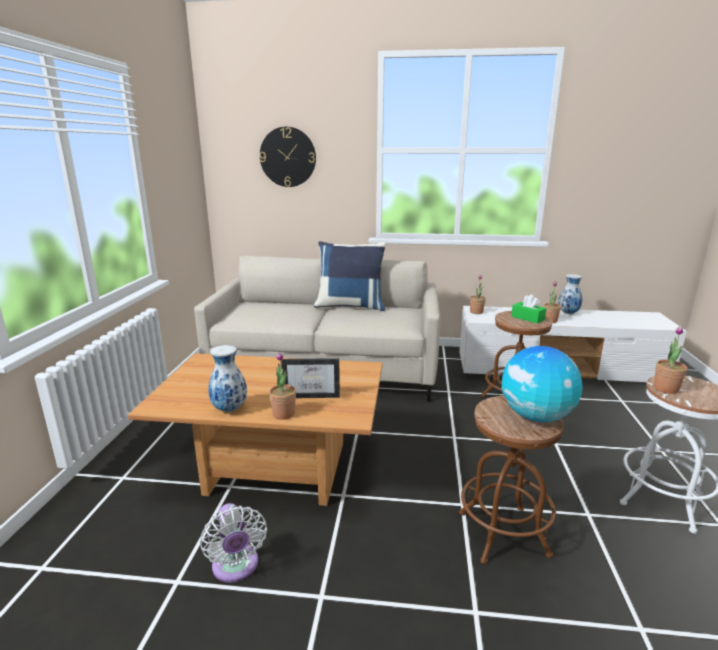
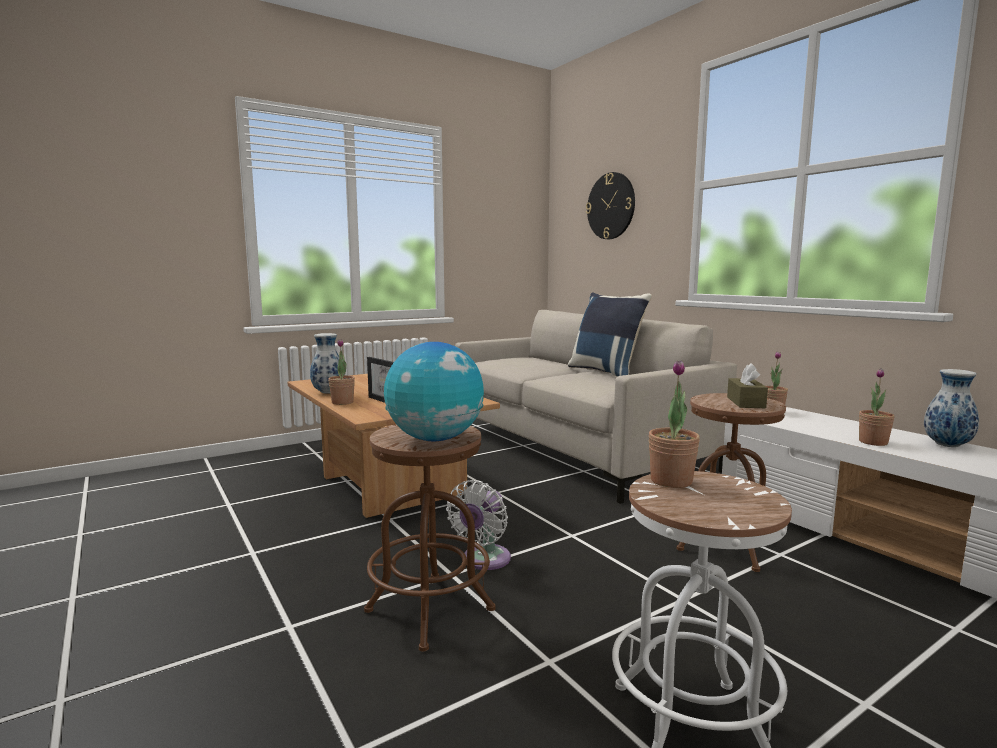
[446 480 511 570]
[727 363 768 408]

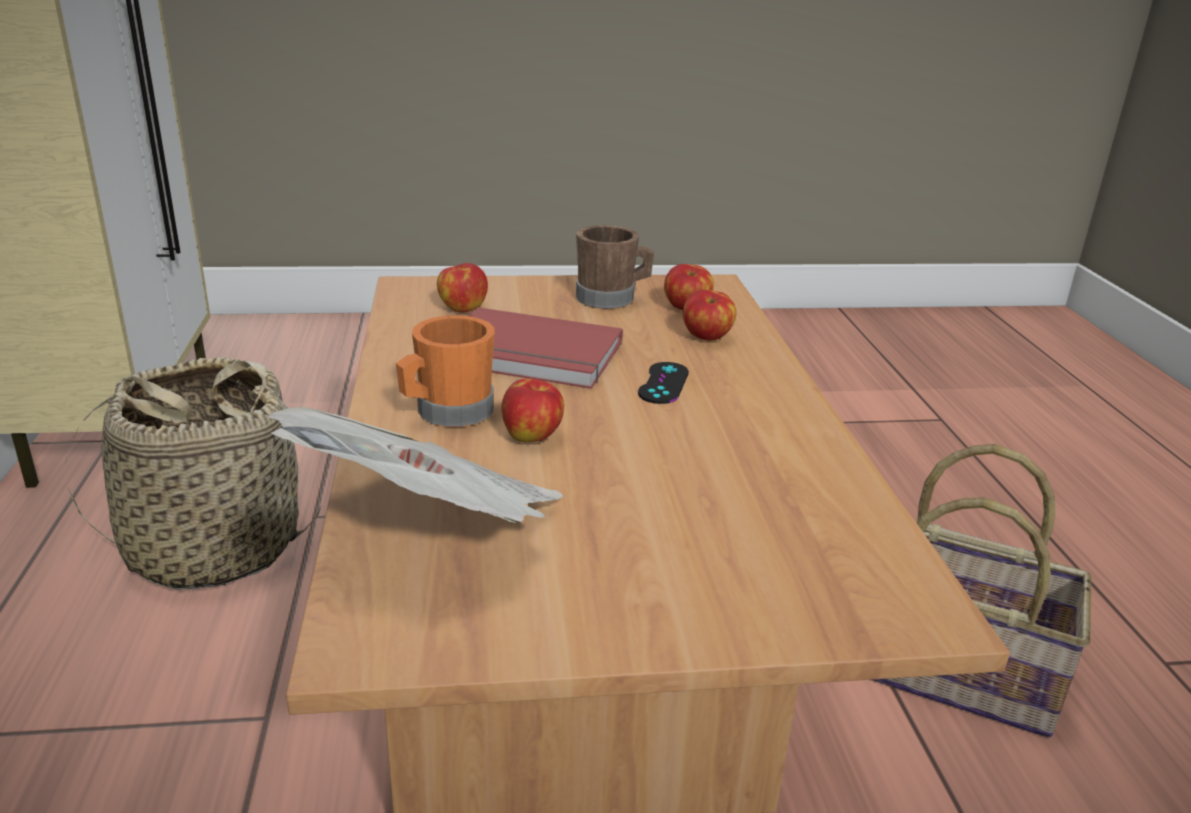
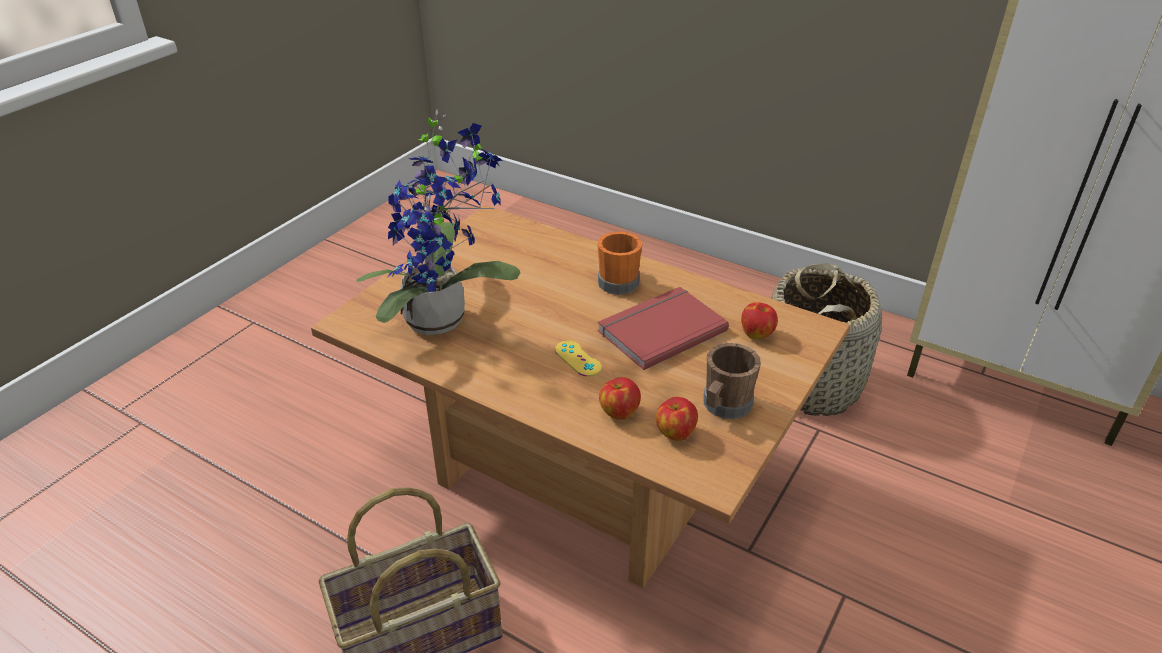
[268 407 563 523] (first image)
[501 379 564 442] (first image)
[357 110 520 335]
[555 341 602 377]

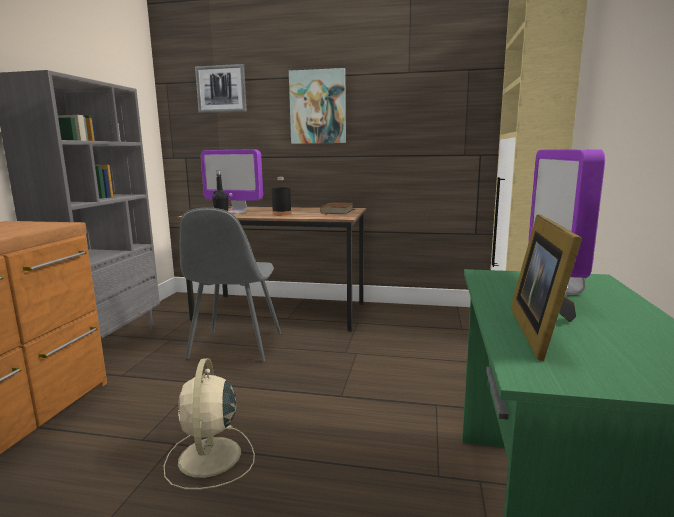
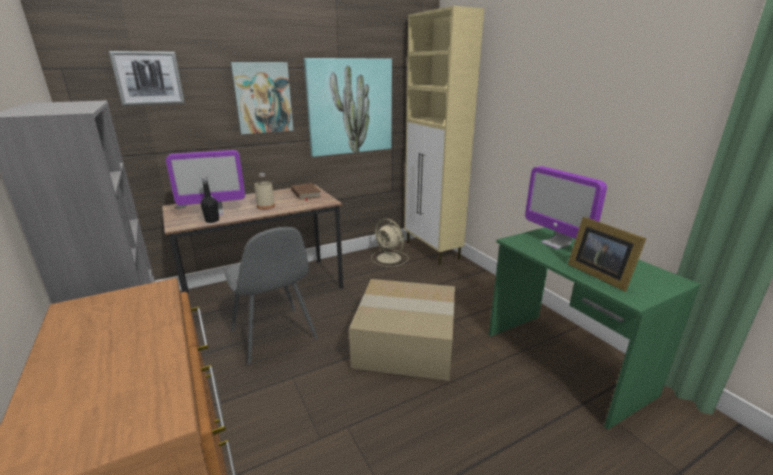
[304 58 392 157]
[349 279 455 381]
[371 219 409 267]
[254 173 275 210]

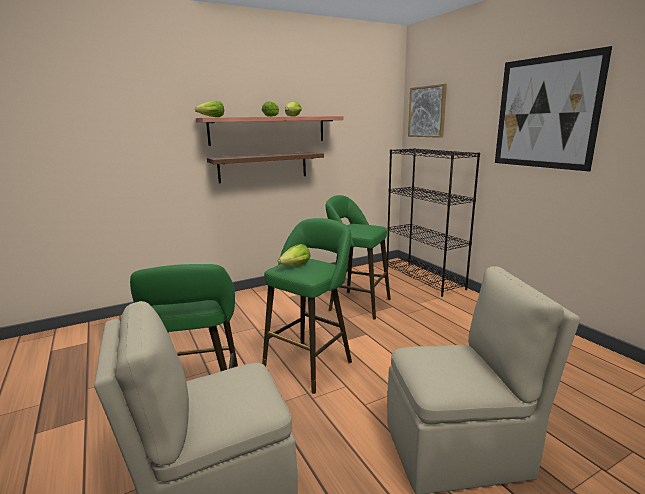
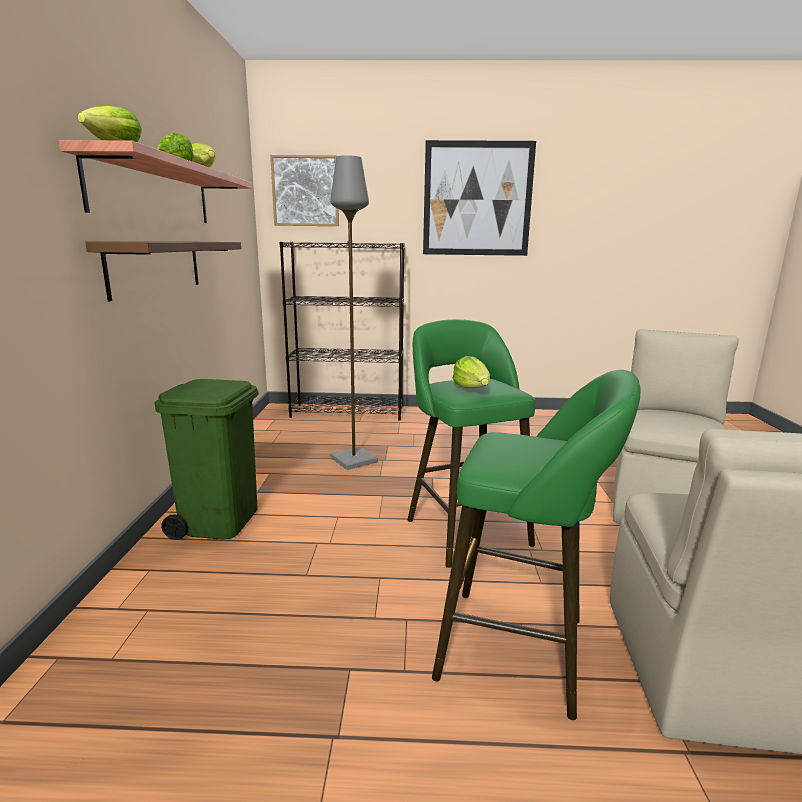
[154 379 258 540]
[330 155 378 470]

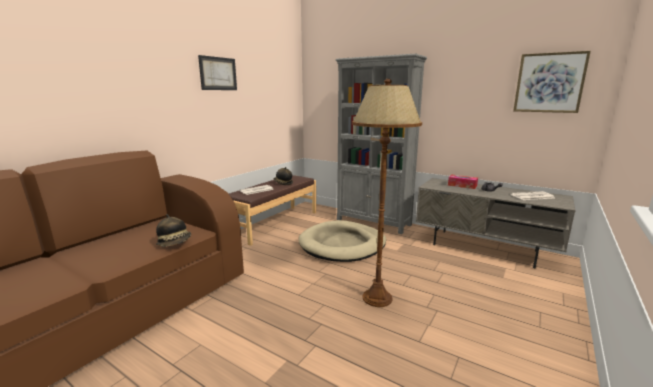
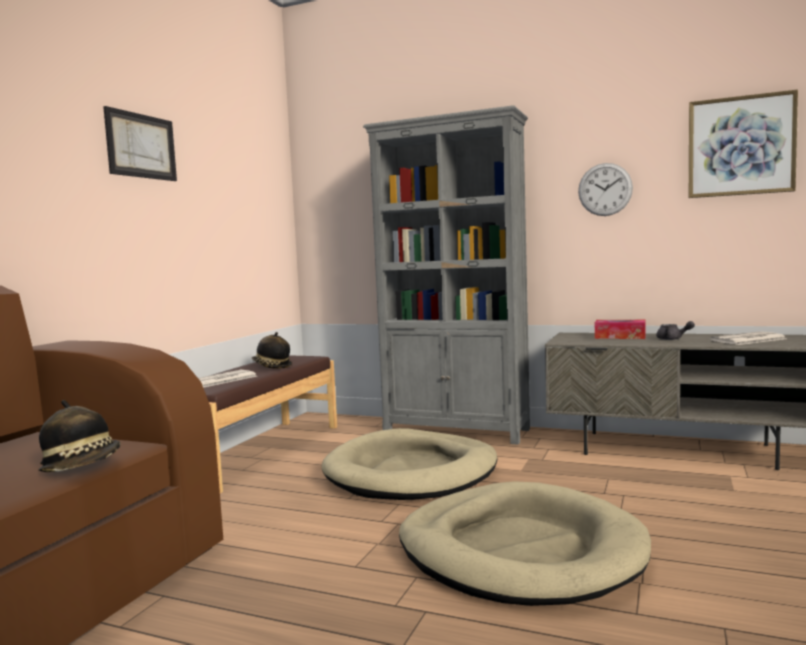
[578 163 633 216]
[399 481 651 606]

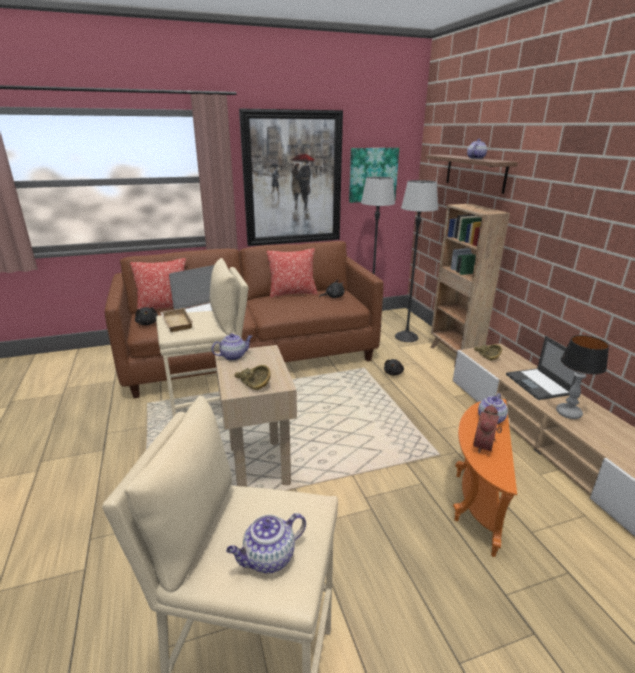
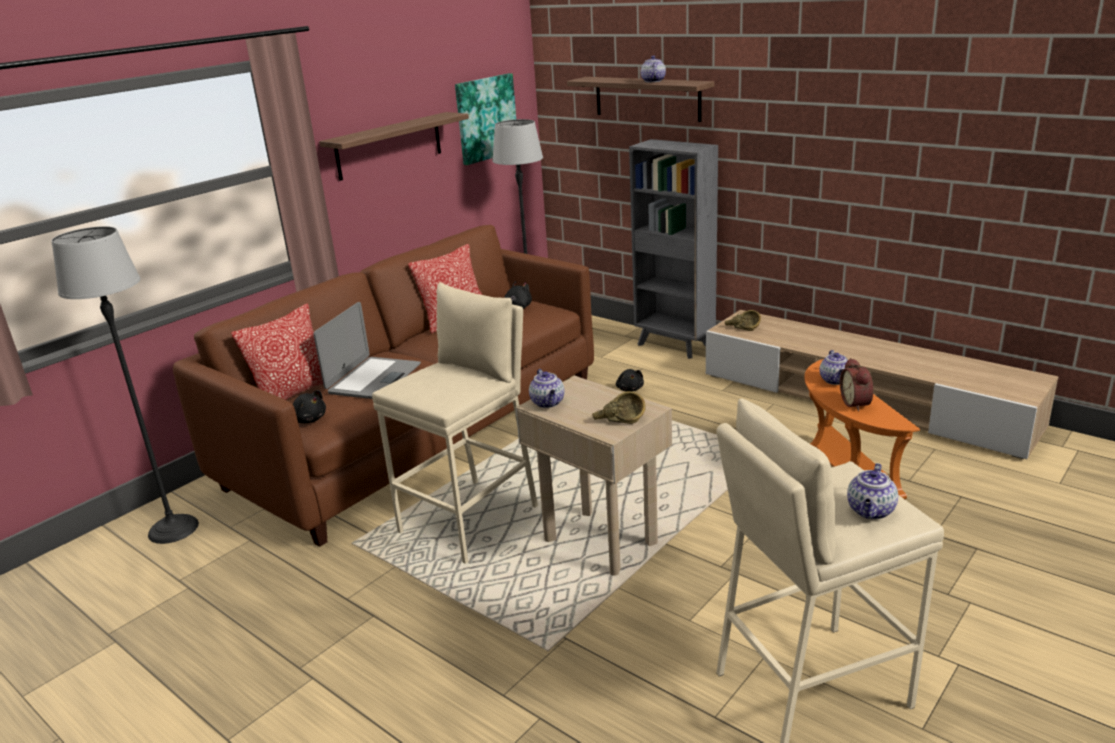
[160 308 193 332] (first image)
[506 336 576 400] (first image)
[556 335 609 419] (first image)
[52 226 199 544]
[319 112 469 181]
[629 139 718 359]
[529 369 565 408]

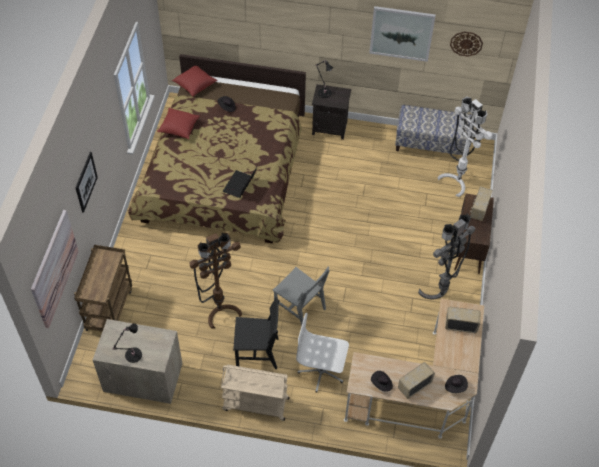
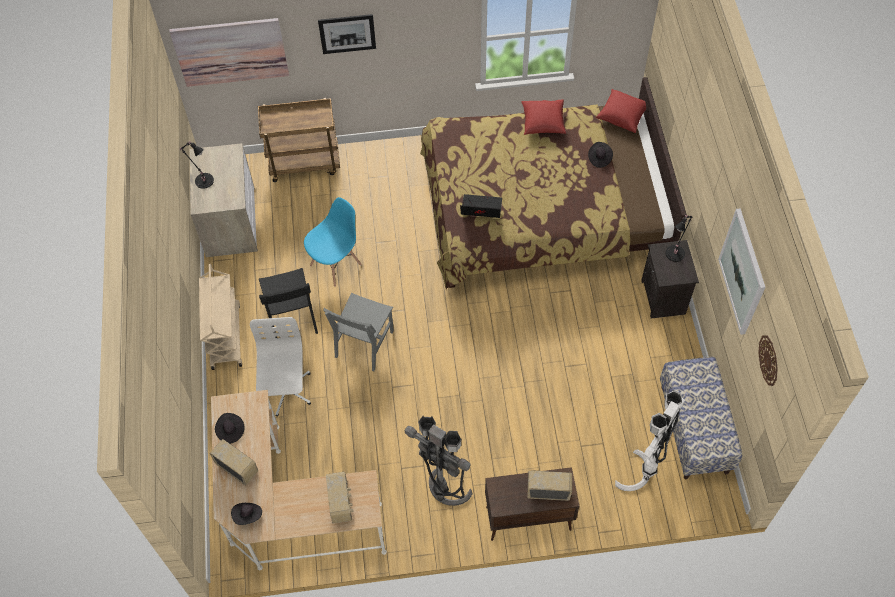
[304 197 362 287]

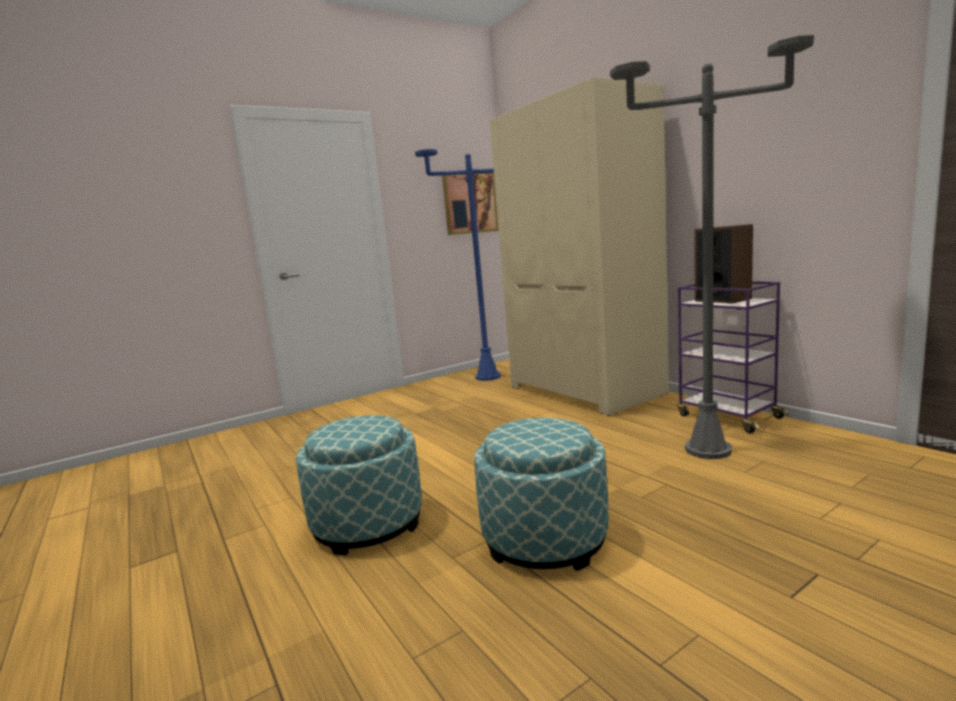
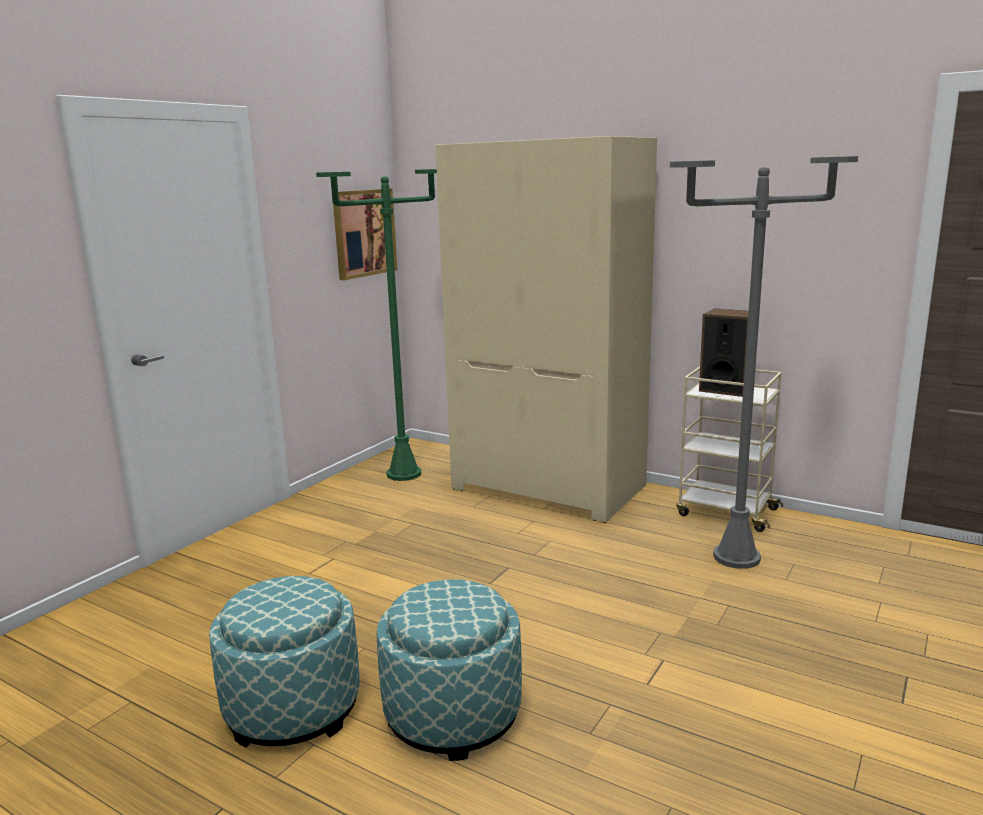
[209 576 360 748]
[316 169 437 481]
[676 366 783 532]

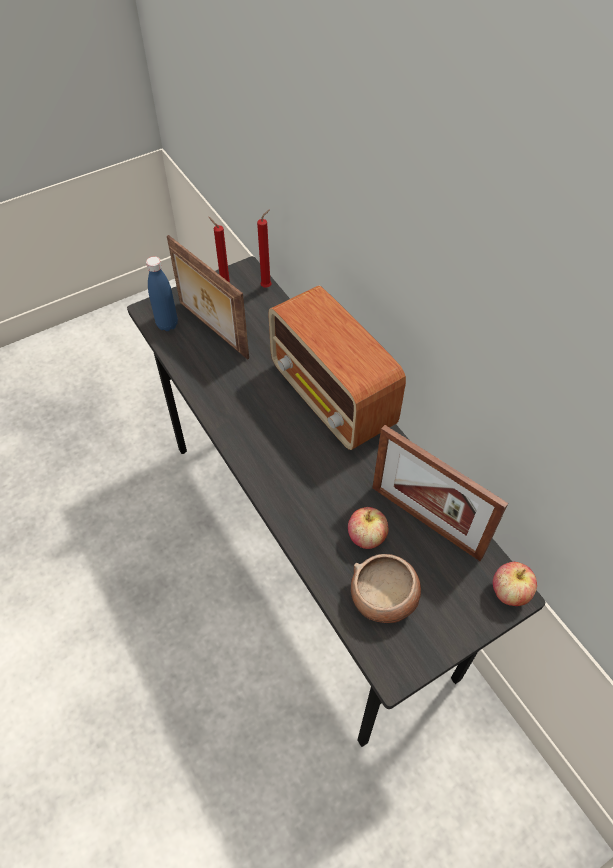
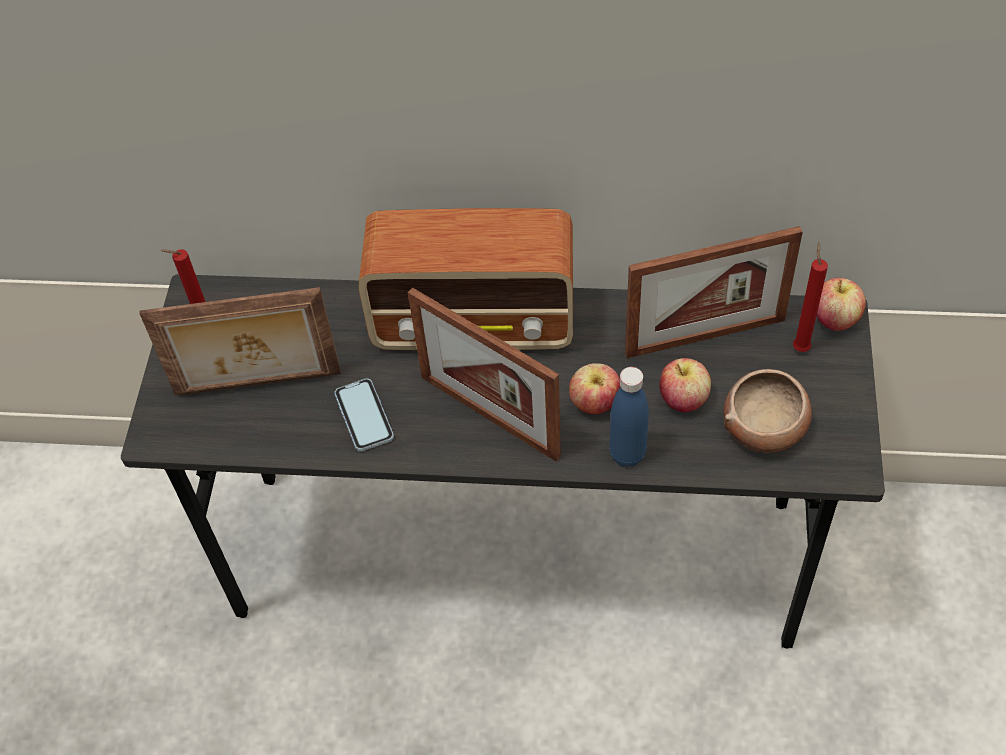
[335 379 394 451]
[407 287 561 461]
[569 363 620 414]
[609 367 649 467]
[793 242 828 352]

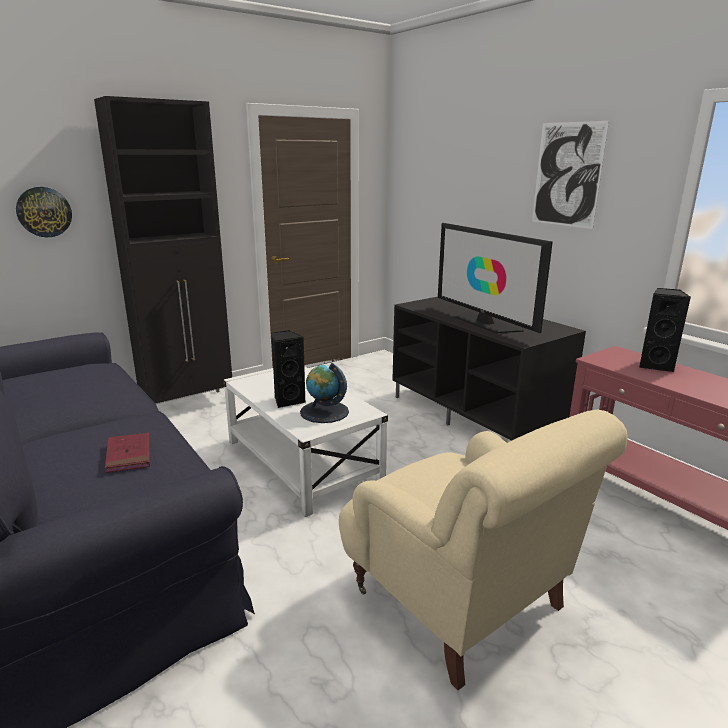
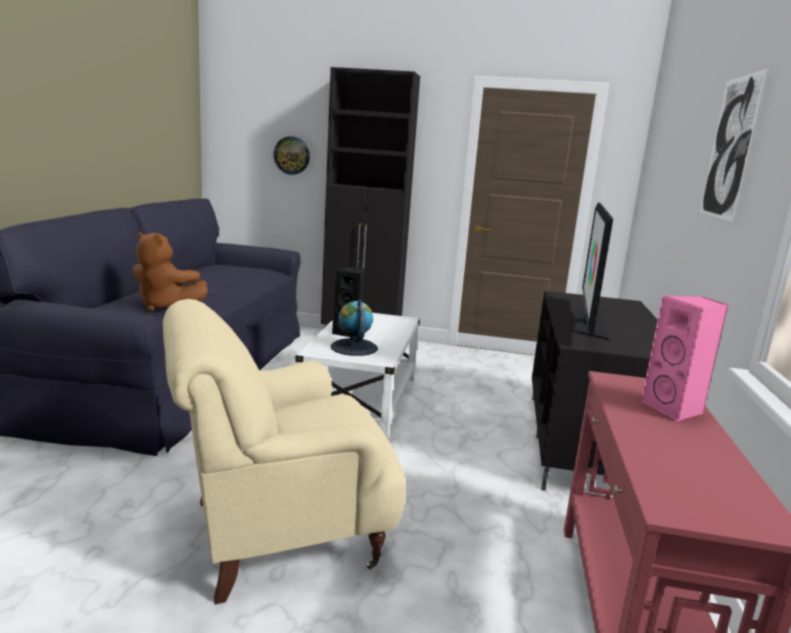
[132 232 208 312]
[641 295 728 421]
[163 299 406 605]

